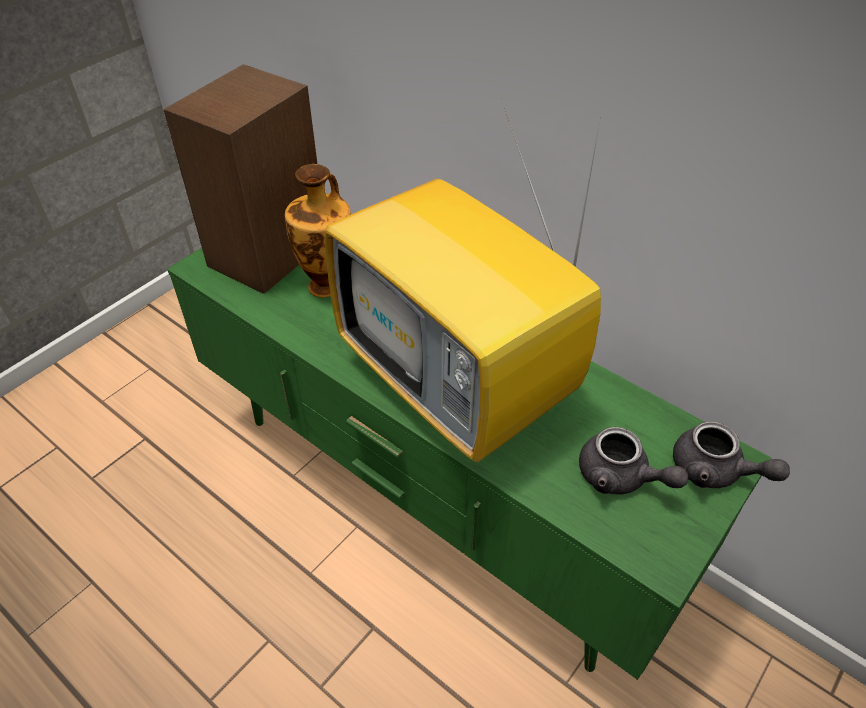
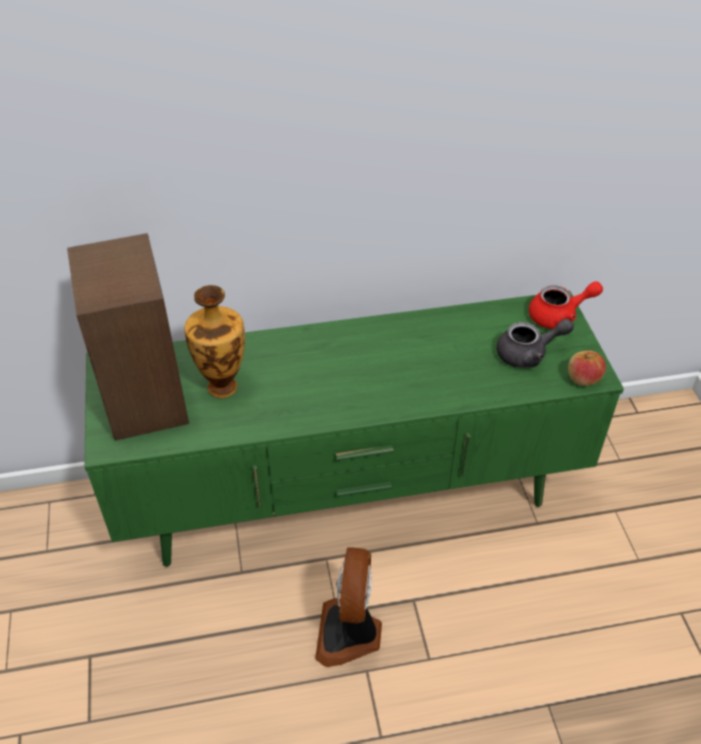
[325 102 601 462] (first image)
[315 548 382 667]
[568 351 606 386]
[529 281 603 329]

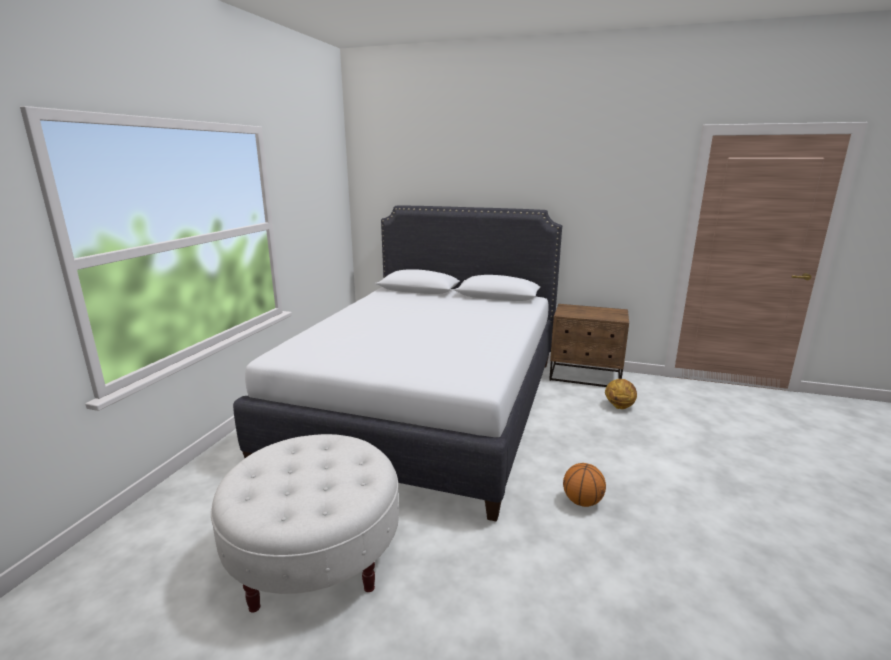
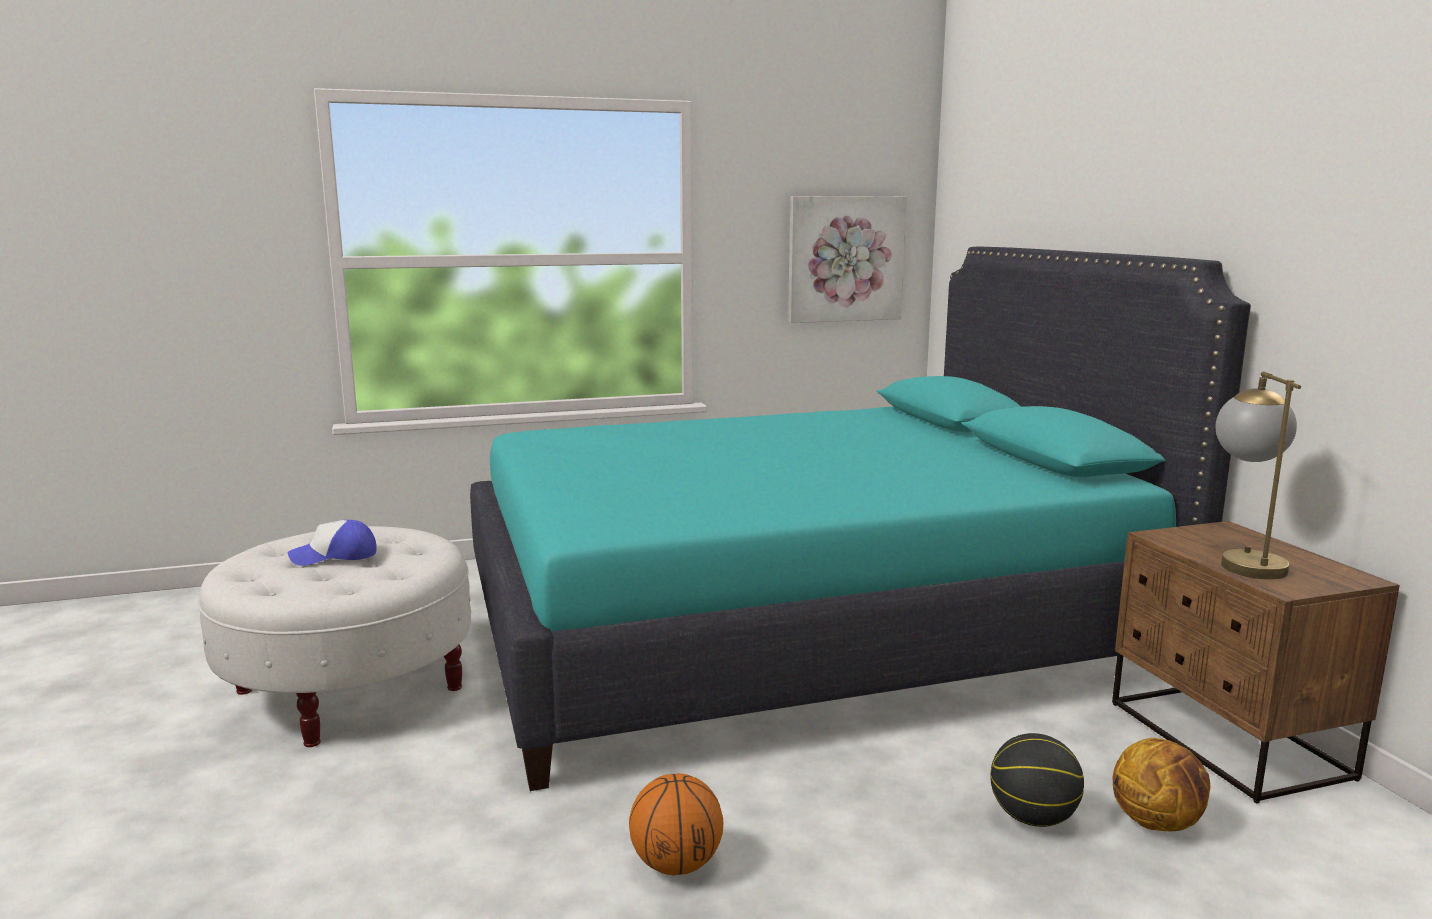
[288 520 376 566]
[788 196 907 323]
[990 733 1084 827]
[1216 371 1301 579]
[470 247 1251 791]

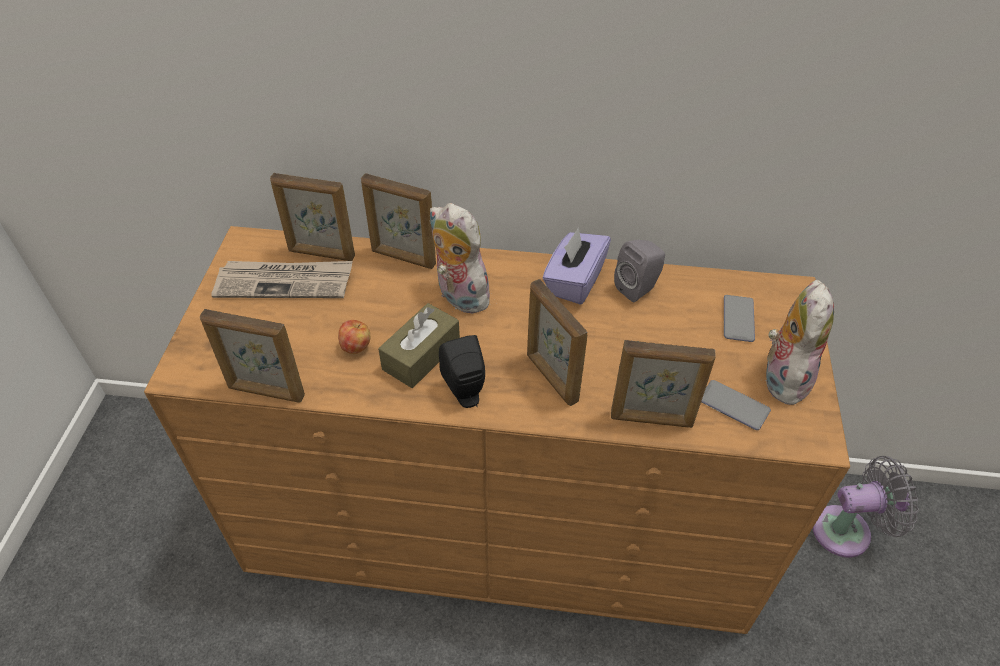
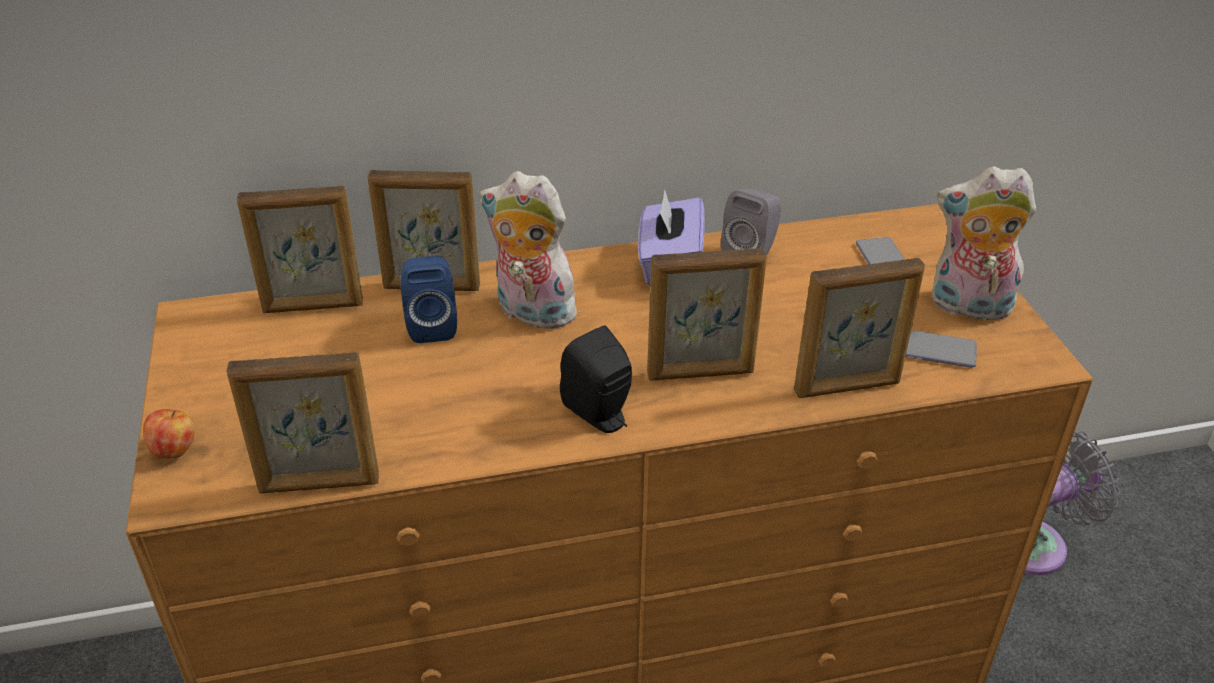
[212 261 352 298] (first image)
[378 303 460 388] (first image)
[400 256 457 343]
[143 409 195 459]
[647 248 767 381]
[932 166 1036 321]

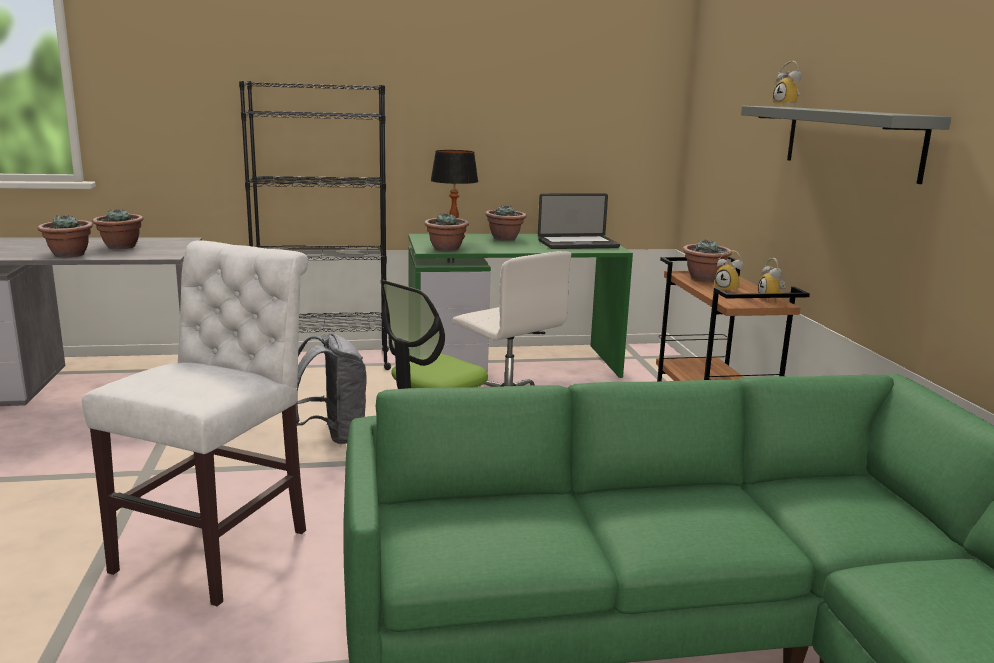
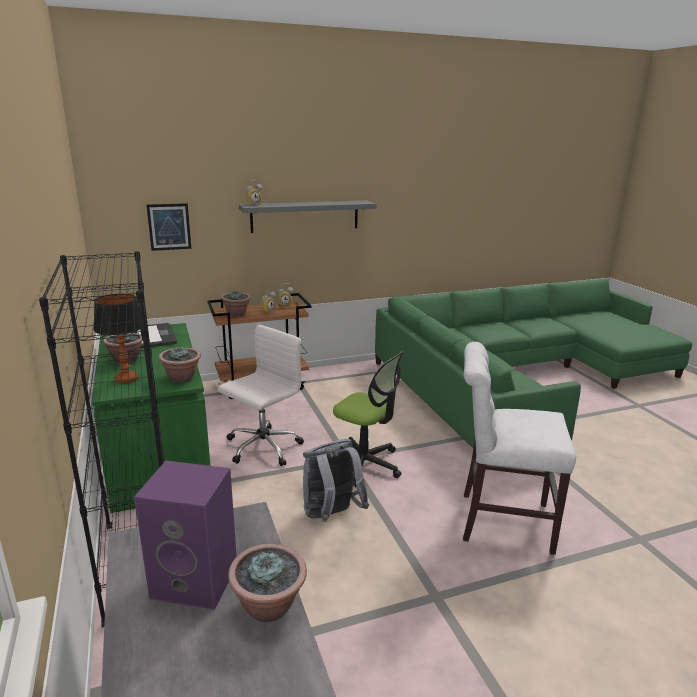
[146 203 191 251]
[134 460 237 610]

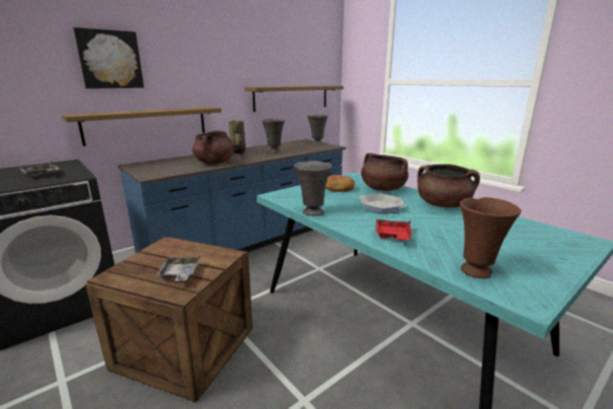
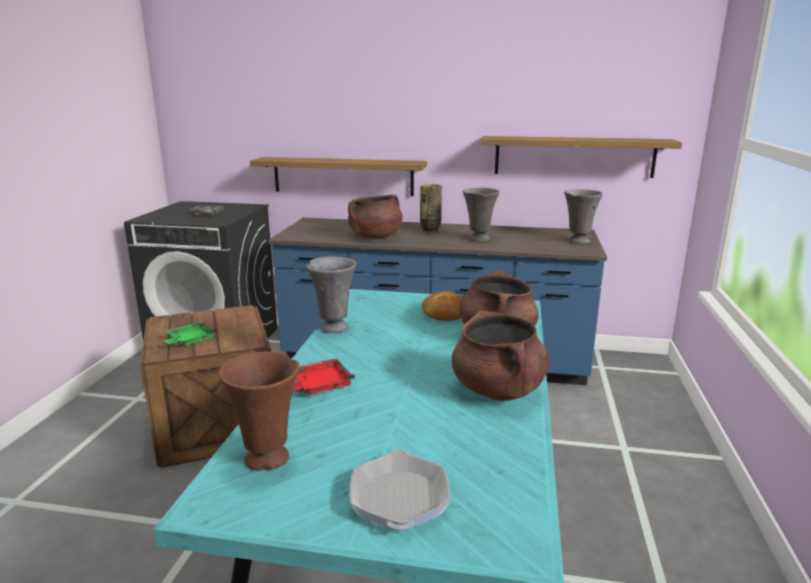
[73 27 144 89] (first image)
[350 449 450 532]
[164 322 217 346]

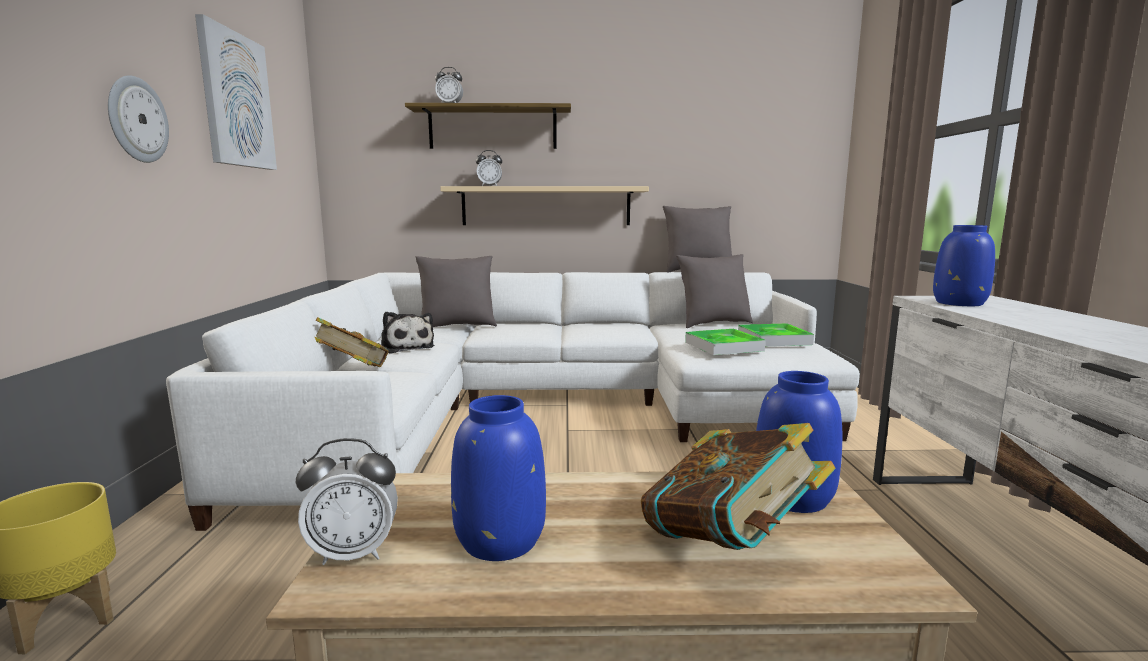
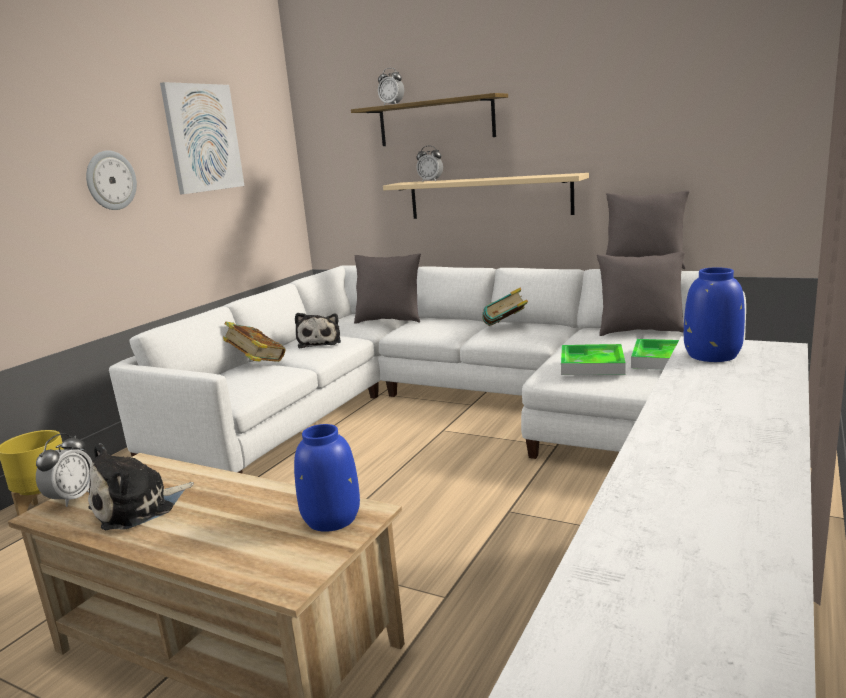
[482 288 528 326]
[88 443 194 530]
[36 433 92 507]

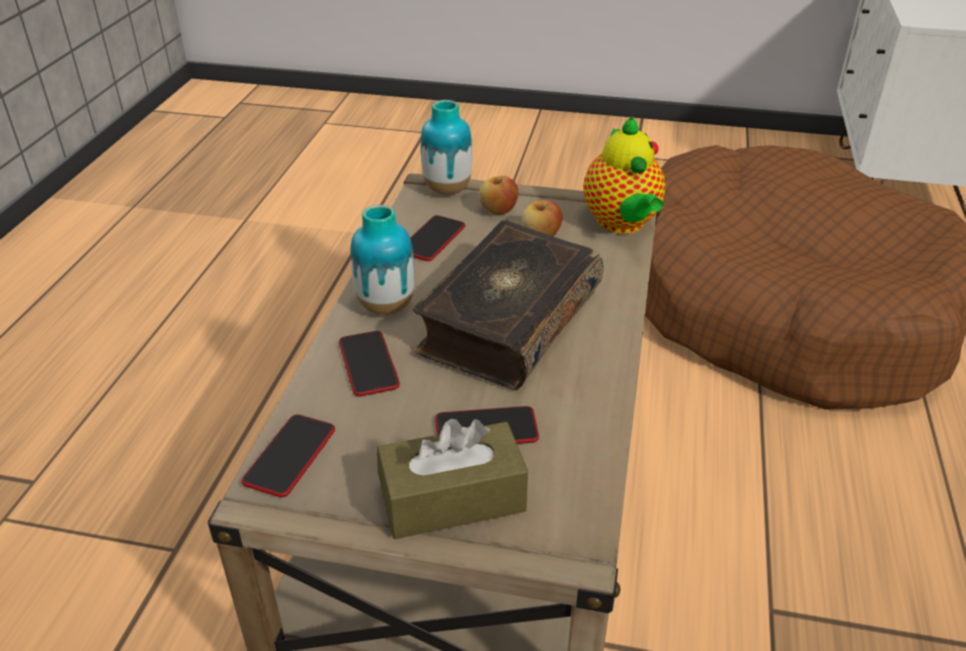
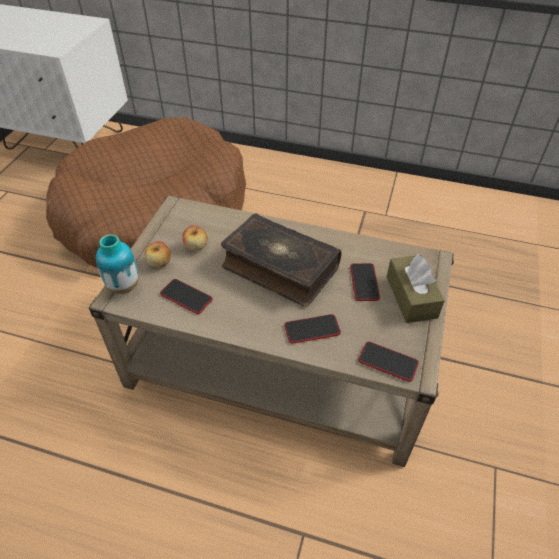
[351 205 415 315] (first image)
[583 116 666 234] (first image)

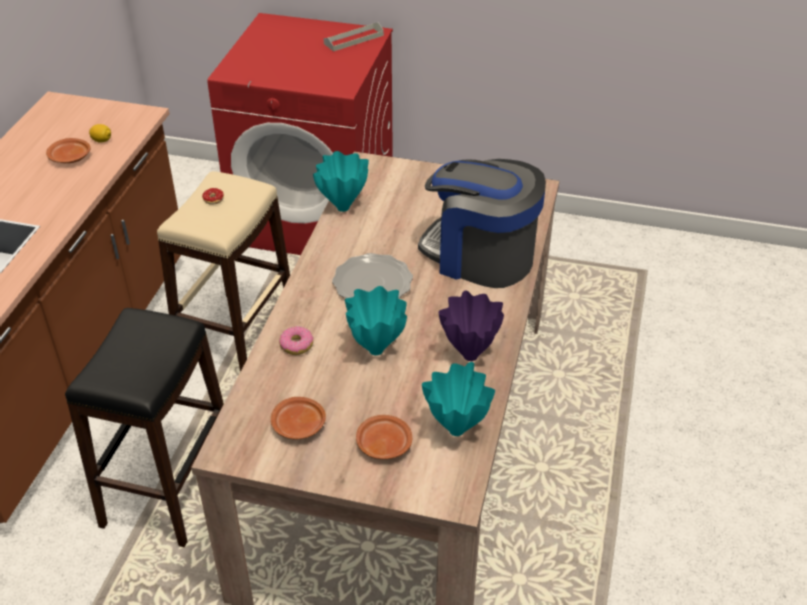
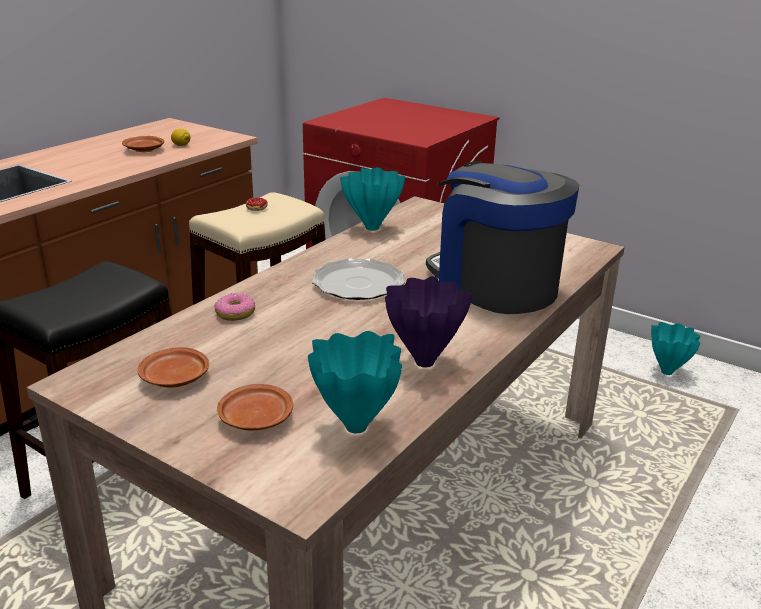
[323 22 384 51] (first image)
[651 322 700 375]

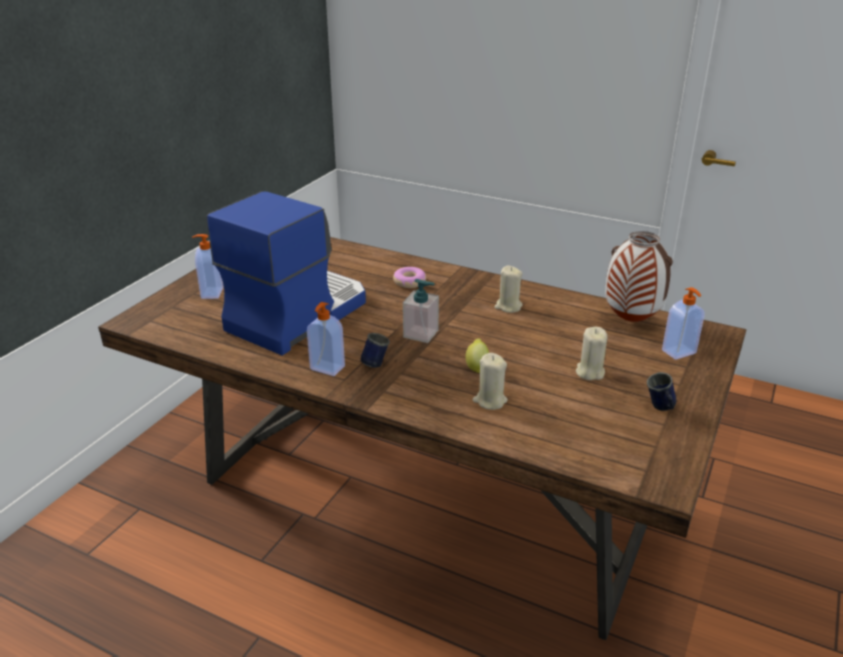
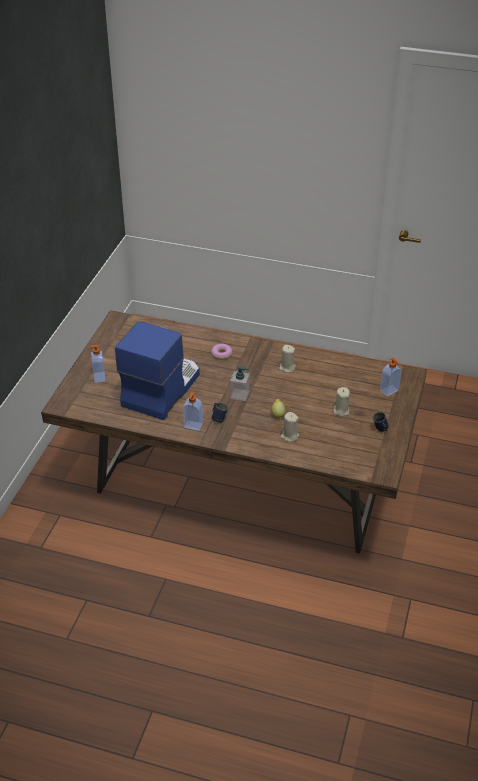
[605 231 673 322] (first image)

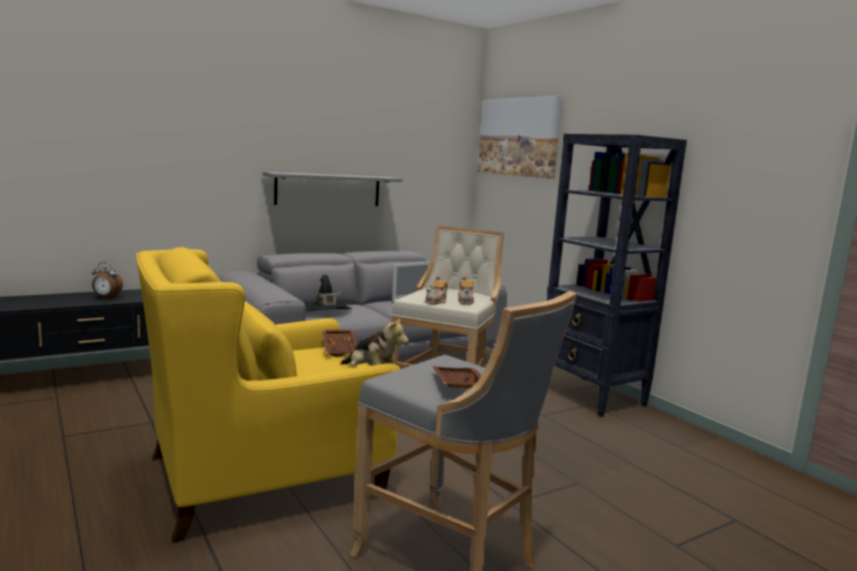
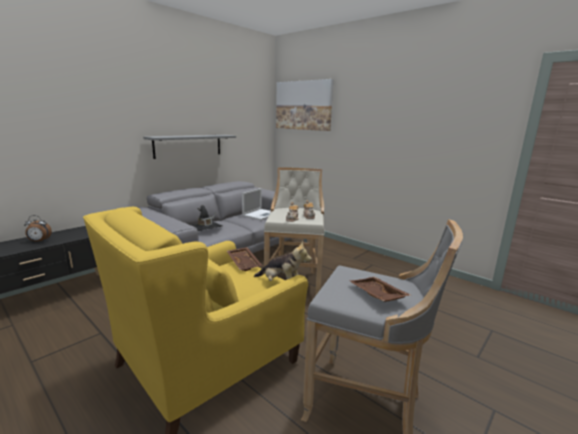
[547 134 687 417] (first image)

